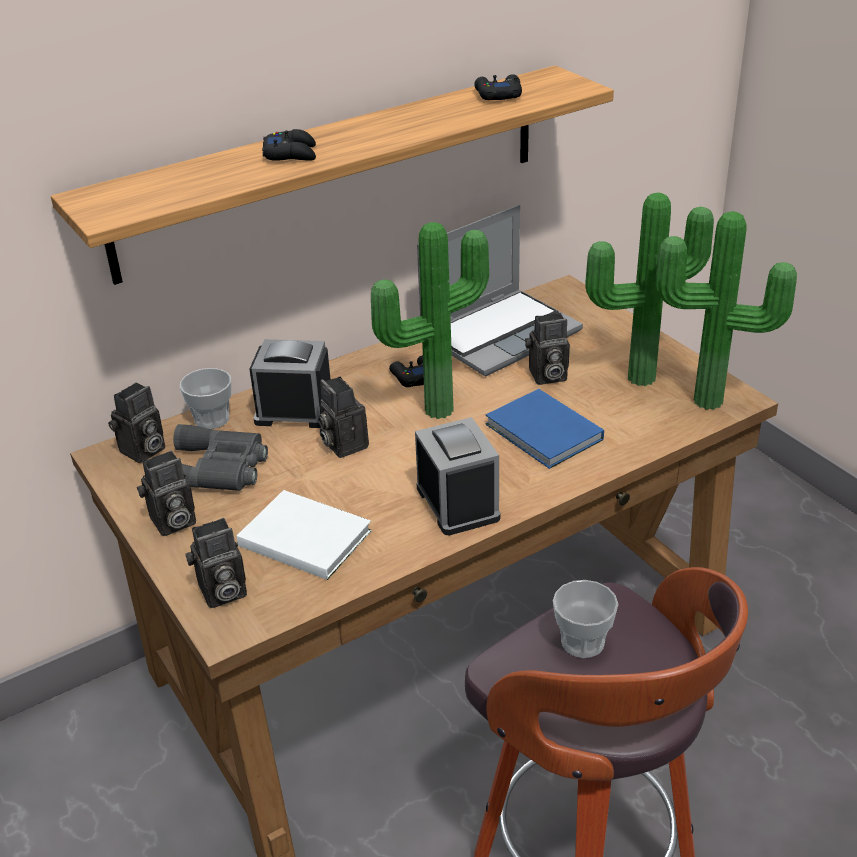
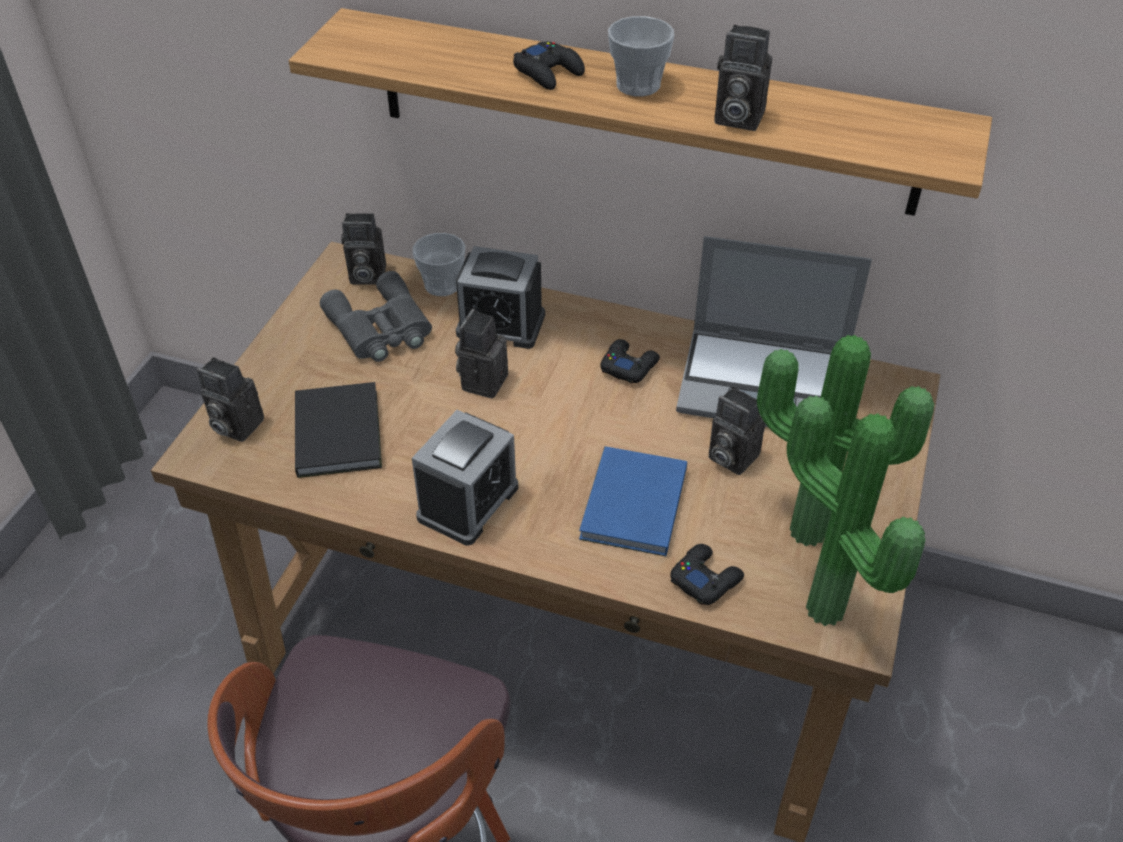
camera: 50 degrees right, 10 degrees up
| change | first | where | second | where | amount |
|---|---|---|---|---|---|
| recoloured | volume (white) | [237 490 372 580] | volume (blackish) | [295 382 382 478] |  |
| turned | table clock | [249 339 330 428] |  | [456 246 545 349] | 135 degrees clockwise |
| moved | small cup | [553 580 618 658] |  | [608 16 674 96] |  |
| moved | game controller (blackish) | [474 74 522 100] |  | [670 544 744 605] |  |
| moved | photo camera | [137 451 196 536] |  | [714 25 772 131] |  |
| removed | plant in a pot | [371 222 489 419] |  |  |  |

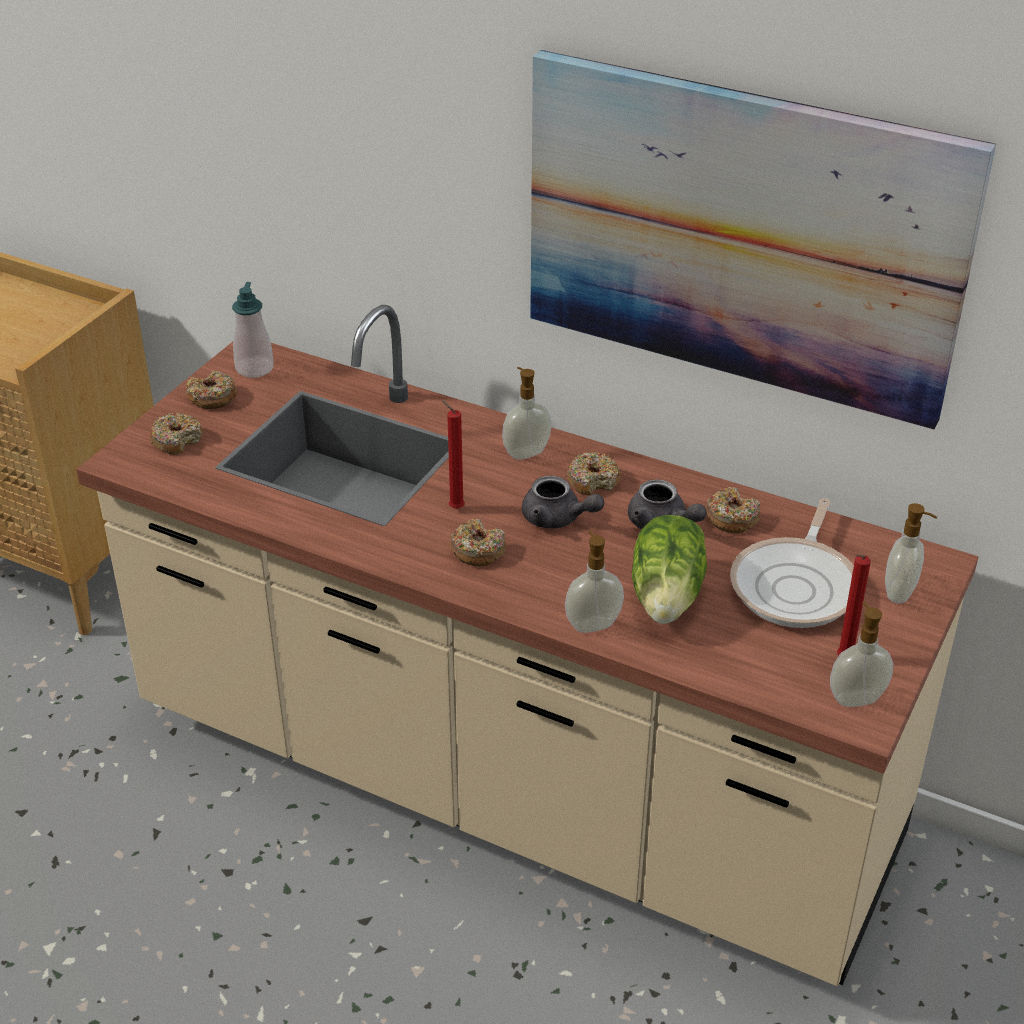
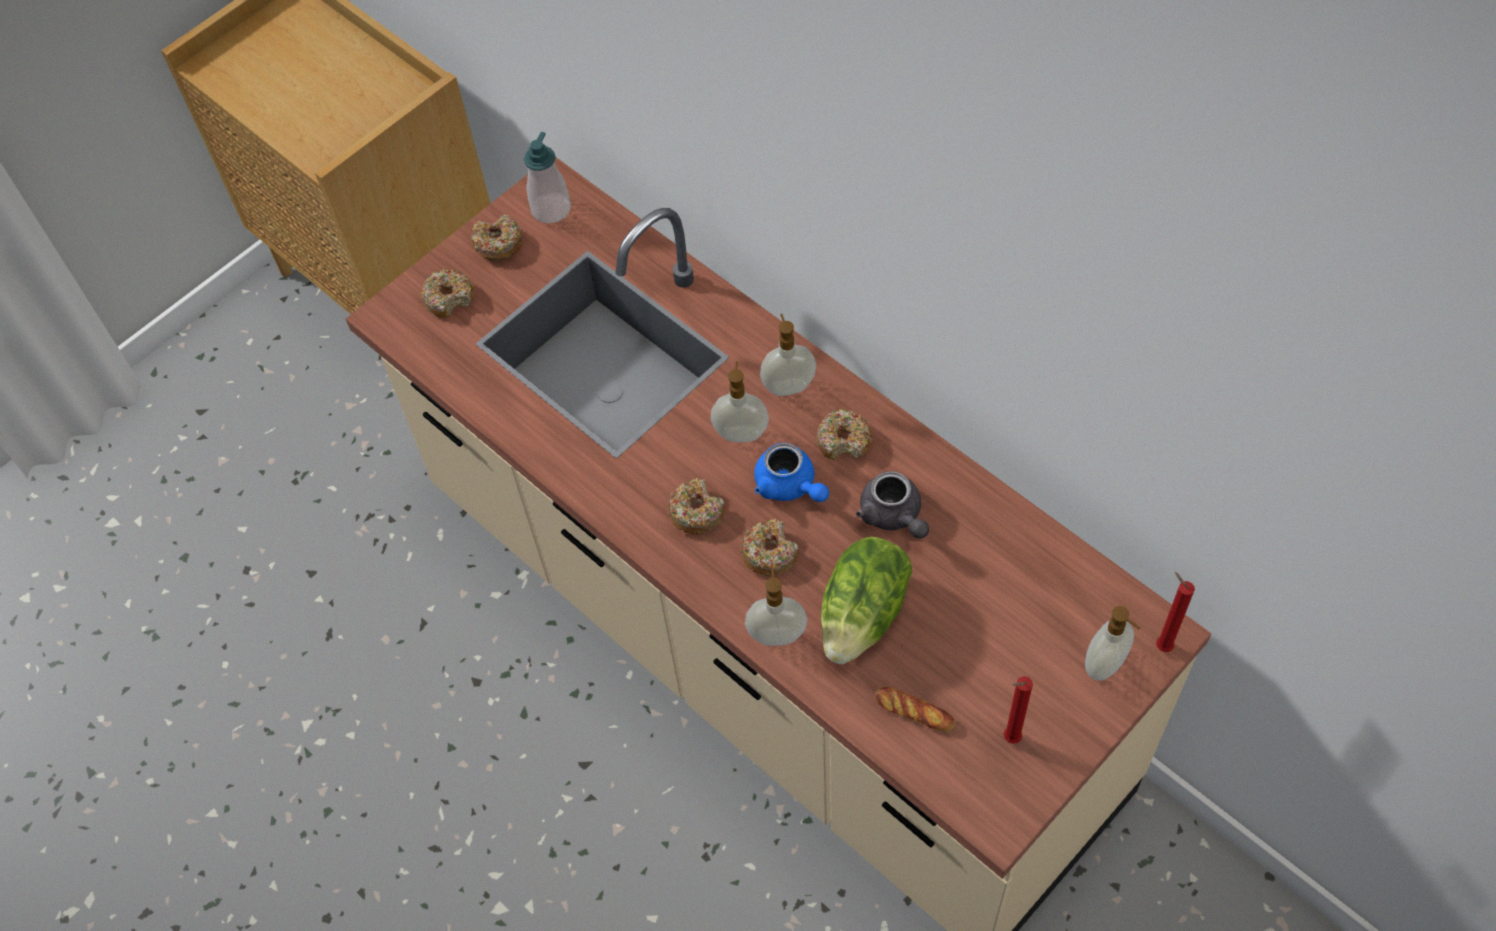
camera: 20 degrees right, 20 degrees up
| change | first | where | second | where | amount |
|---|---|---|---|---|---|
| moved | liquid soap bottle | [830 602 893 707] |  | [711 361 769 442] |  |
| moved | donut | [705 487 760 533] |  | [740 519 799 577] |  |
| recoloured | tea pot (greyish) | [522 476 604 529] | tea pot (blue) | [754 443 829 502] |  |
| added |  |  | baked bread | [875 687 955 732] |  |
| moved | wax light (red-coloured) | [441 399 465 509] |  | [1156 572 1195 652] |  |
| removed | wall picture | [530 50 996 429] |  |  |  |
| removed | skillet | [730 498 854 628] |  |  |  |

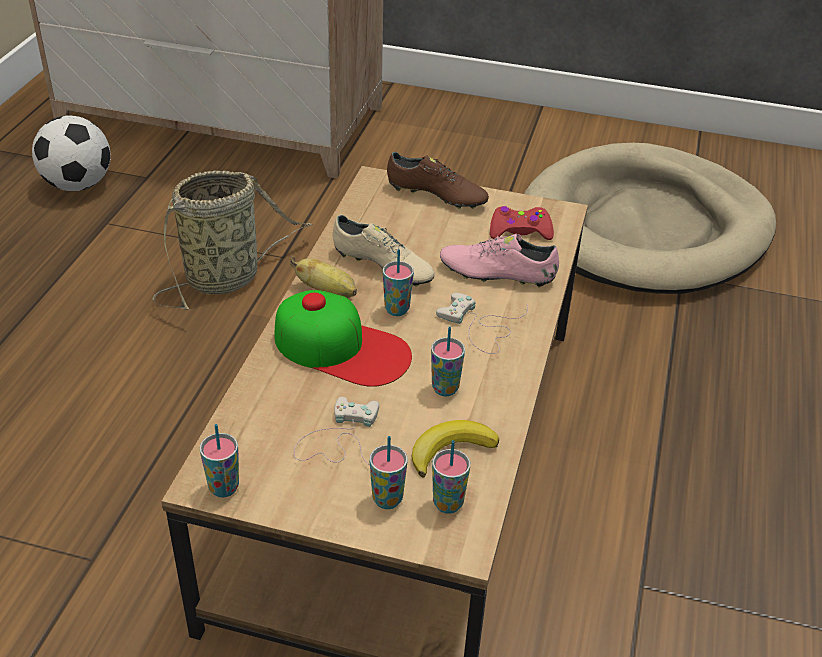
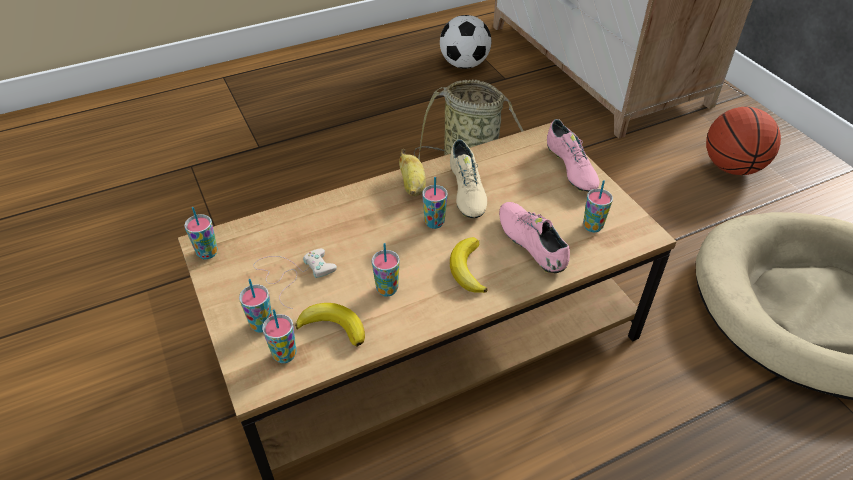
camera: 50 degrees right, 5 degrees up
| change | first | where | second | where | amount |
|---|---|---|---|---|---|
| replaced | game controller (white) | [436 293 528 354] | banana | [450 237 488 293] |  |
| recoloured | low shoe (brown-coloured) | [387 152 489 209] | low shoe (pink-coloured) | [547 119 599 192] |  |
| replaced | game controller (red-coloured) | [490 206 554 240] | small cup | [583 180 613 232] |  |
| added |  |  | basketball ball | [706 107 781 175] |  |
| removed | cap | [275 290 412 387] |  |  |  |

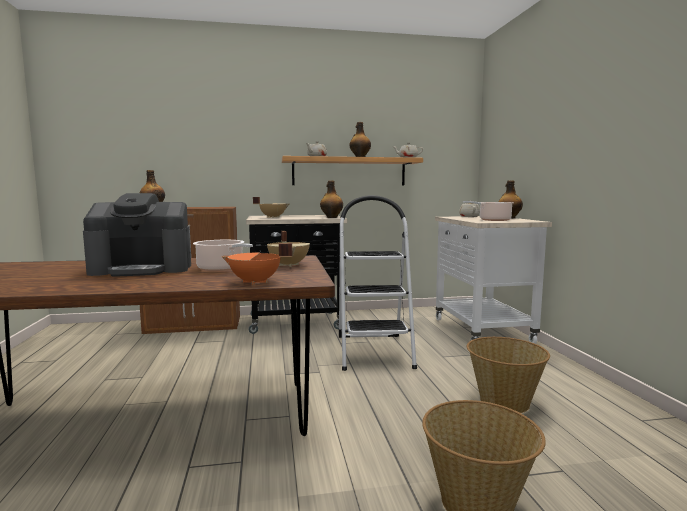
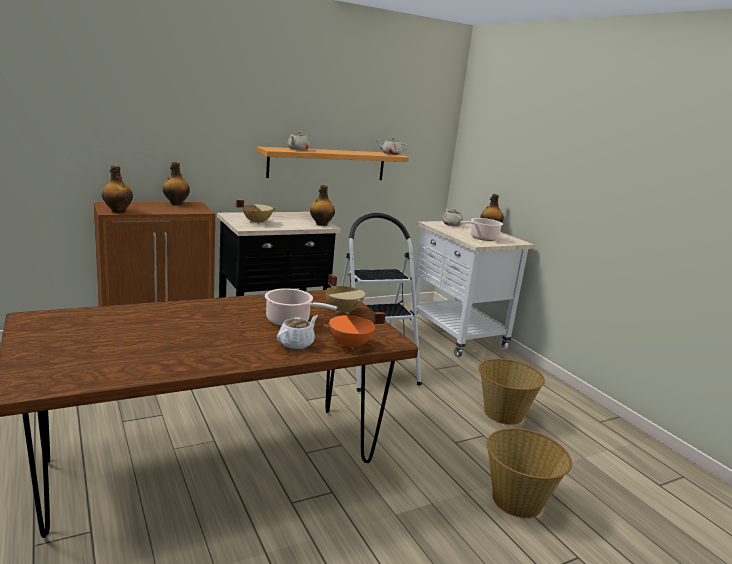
camera: 20 degrees left, 10 degrees up
| change | first | where | second | where | amount |
|---|---|---|---|---|---|
| moved | bottle | [349 122 371 157] |  | [162 162 190 205] |  |
| added |  |  | tea pot (white) | [277 315 318 349] |  |
| removed | coffee machine | [83 193 191 277] |  |  |  |

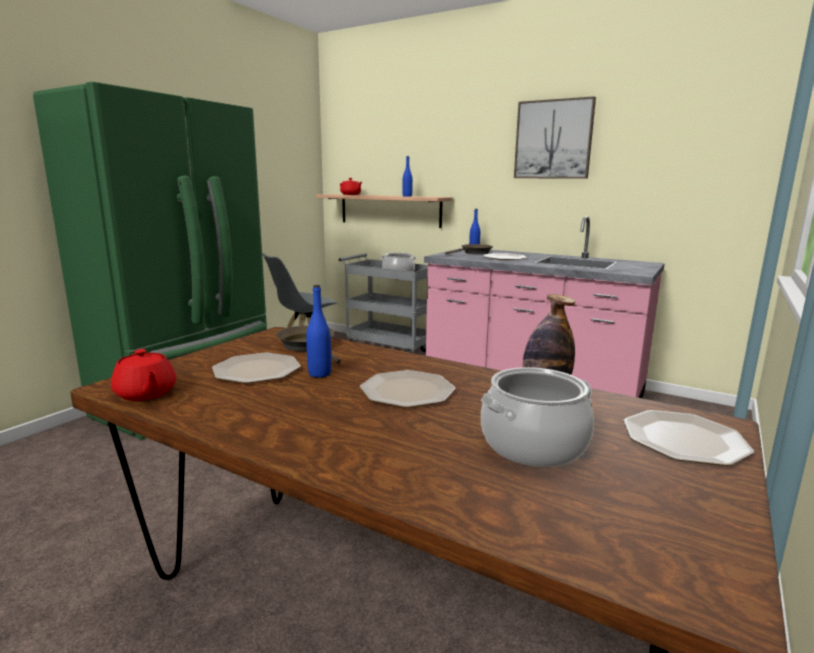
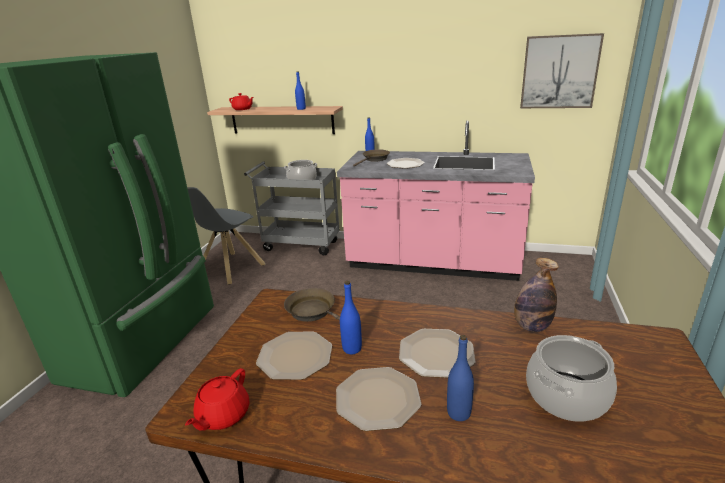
camera: 15 degrees left, 10 degrees up
| change | first | where | second | where | amount |
|---|---|---|---|---|---|
| turned | tea pot (red-coloured) | [111 349 176 401] |  | [185 368 249 431] | 75 degrees clockwise |
| moved | plate | [623 410 754 466] |  | [336 367 421 431] |  |
| added |  |  | bottle (blue) | [447 335 474 421] |  |
| moved | wall picture | [514 96 596 179] |  | [520 33 604 108] |  |

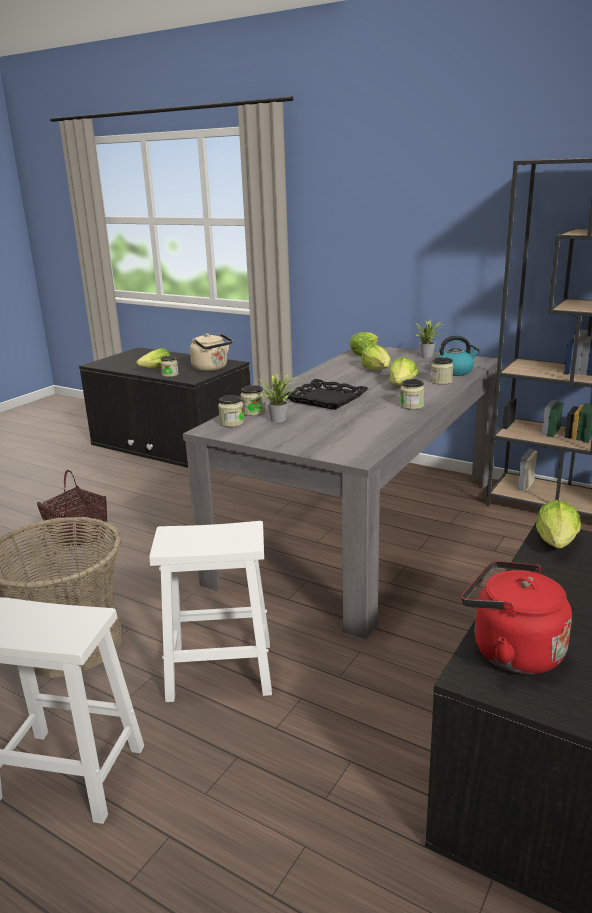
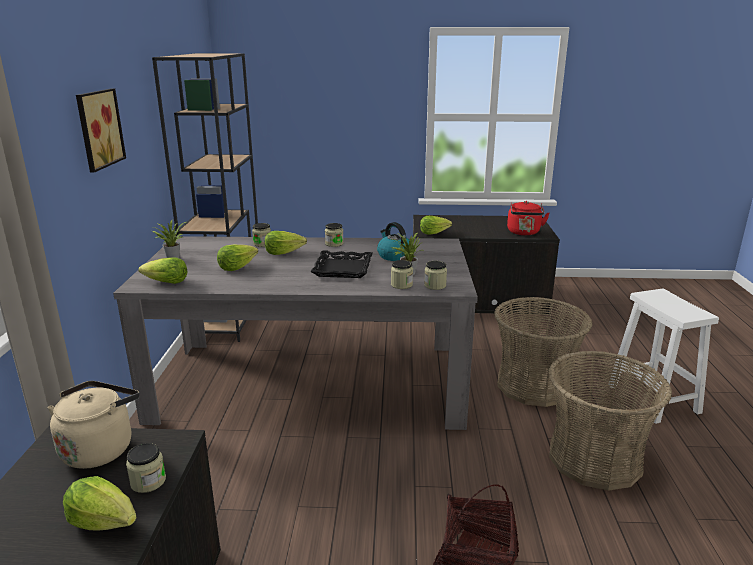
camera: 120 degrees left, 0 degrees up
| change | first | where | second | where | amount |
|---|---|---|---|---|---|
| added |  |  | wall picture | [76 88 126 172] |  |
| moved | tea kettle | [437 335 480 376] |  | [377 222 409 261] |  |
| replaced | stool (white) | [149 521 272 702] | household basket | [494 297 592 407] |  |

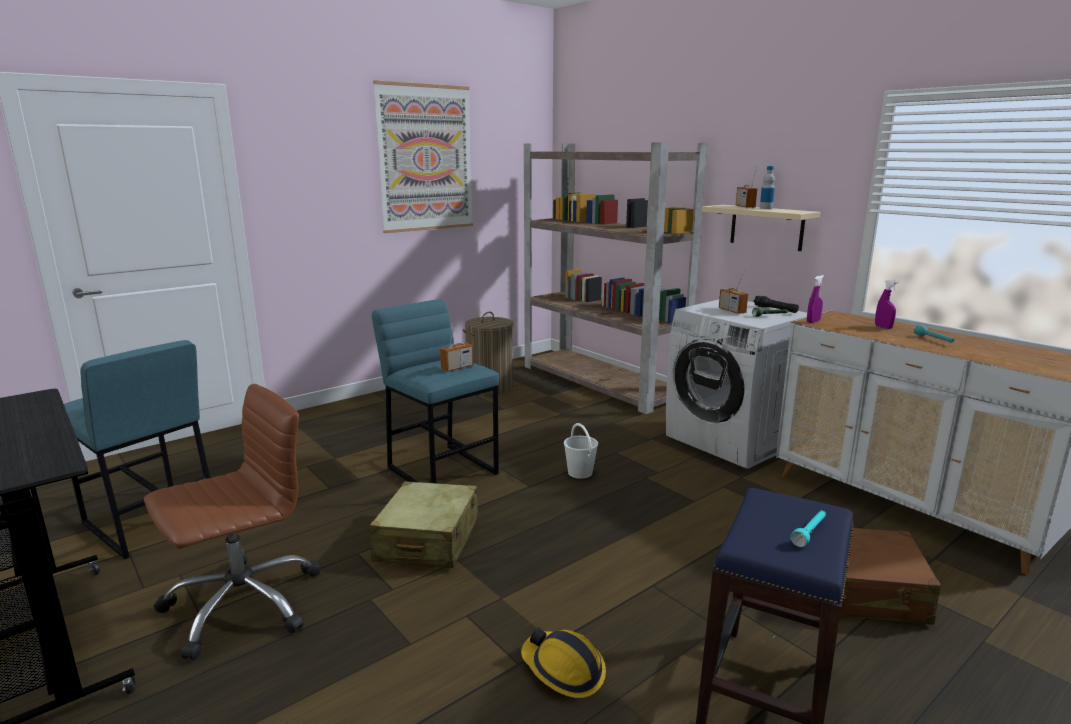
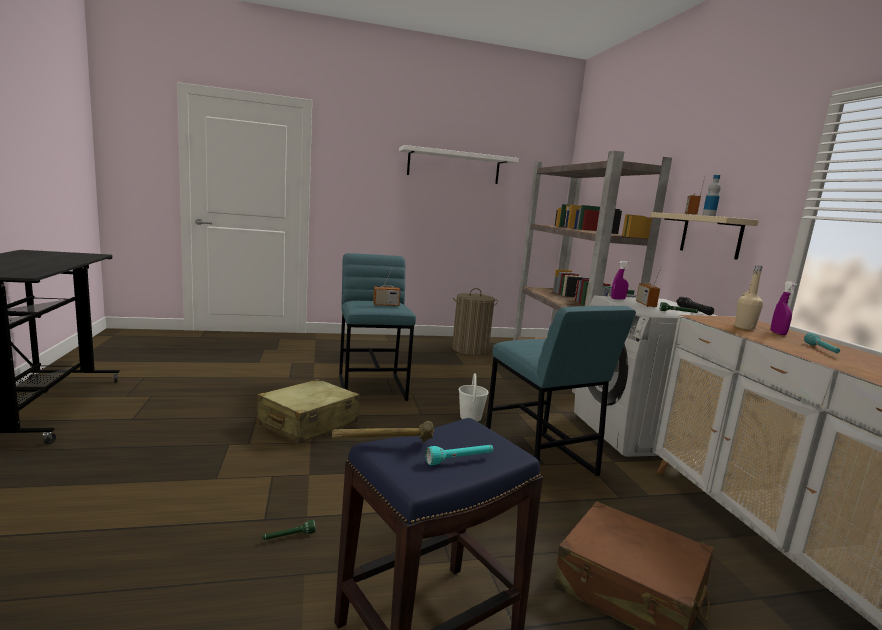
camera: 25 degrees right, 5 degrees down
| change | first | where | second | where | amount |
|---|---|---|---|---|---|
| replaced | hard hat | [521 627 606 698] | flashlight (greenish) | [263 520 316 540] |  |
| added |  |  | hammer | [332 421 434 442] |  |
| replaced | wall picture | [373 81 473 233] | wall shelf (white) | [399 145 519 184] |  |
| moved | stool (blue) | [64 340 210 559] |  | [486 306 636 476] |  |
| moved | hand sprayer (purple) | [807 275 824 323] |  | [611 261 631 300] |  |
| added |  |  | bottle (sand-coloured) | [735 265 763 330] |  |
| removed | office chair (brown-coloured) | [144 384 321 660] |  |  |  |

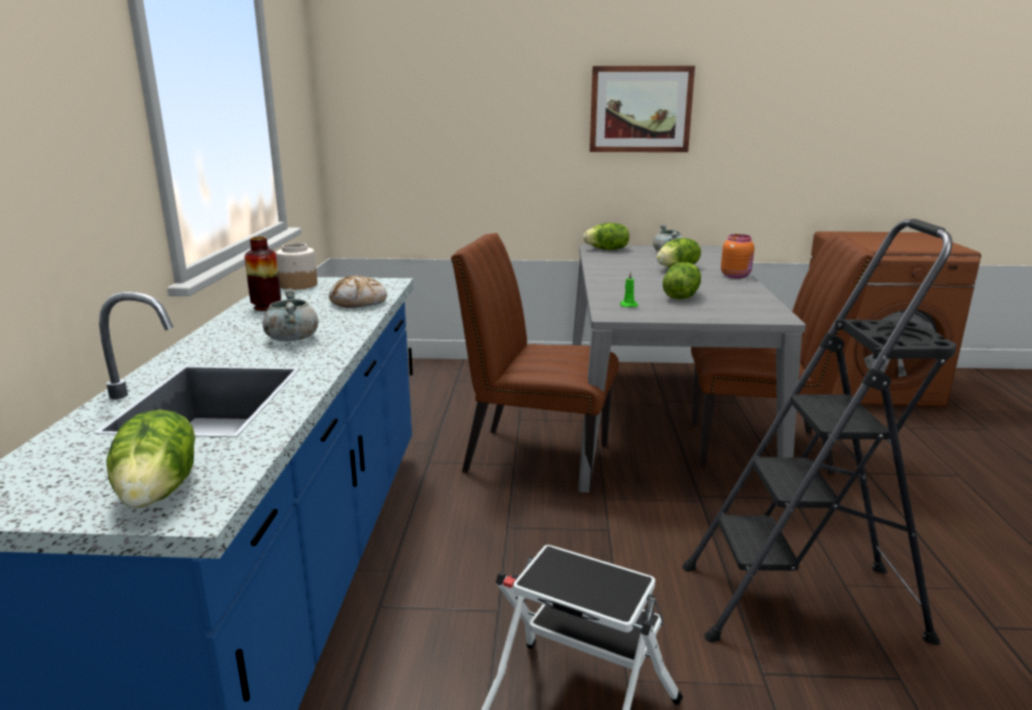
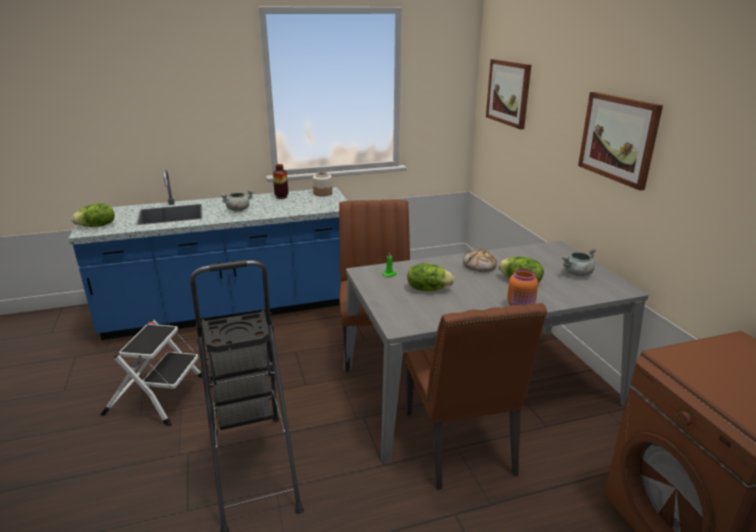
camera: 70 degrees right, 5 degrees up
| change | first | where | second | where | amount |
|---|---|---|---|---|---|
| moved | baked bread | [329 275 387 308] |  | [463 249 497 272] |  |
| added |  |  | wall picture | [486 59 531 129] |  |
| removed | lettuce head | [583 223 629 250] |  |  |  |

